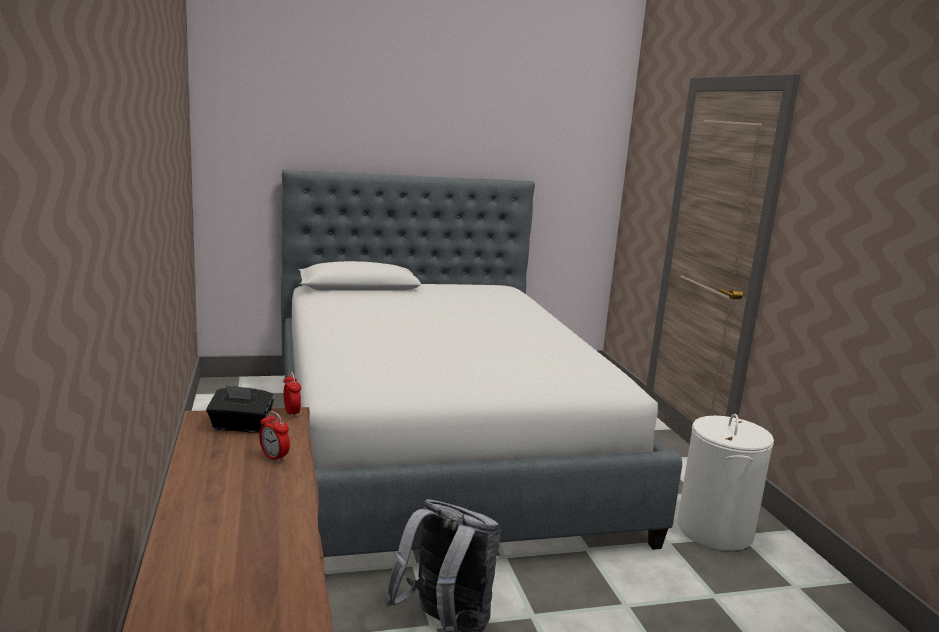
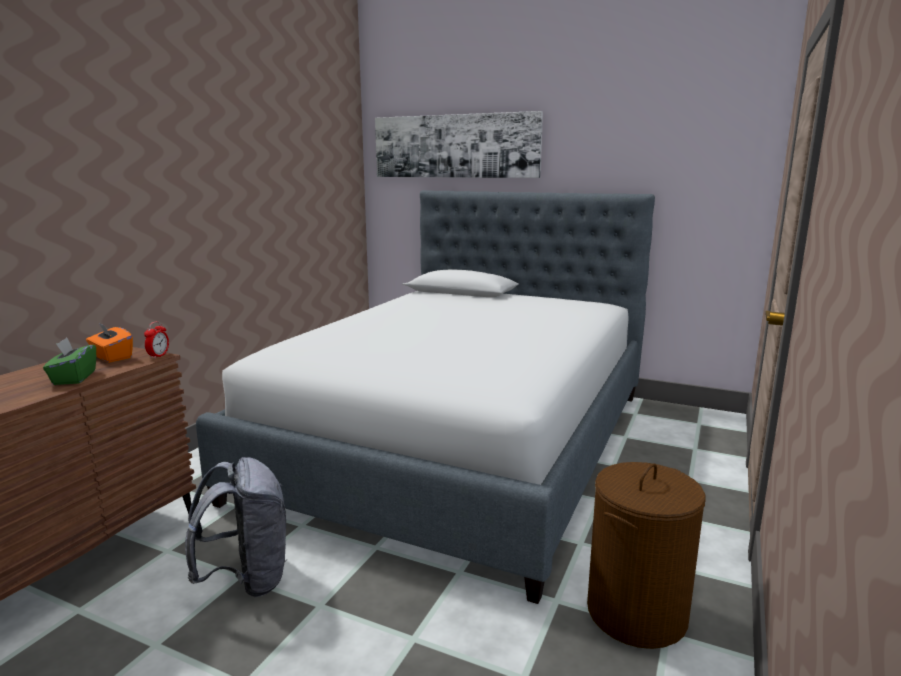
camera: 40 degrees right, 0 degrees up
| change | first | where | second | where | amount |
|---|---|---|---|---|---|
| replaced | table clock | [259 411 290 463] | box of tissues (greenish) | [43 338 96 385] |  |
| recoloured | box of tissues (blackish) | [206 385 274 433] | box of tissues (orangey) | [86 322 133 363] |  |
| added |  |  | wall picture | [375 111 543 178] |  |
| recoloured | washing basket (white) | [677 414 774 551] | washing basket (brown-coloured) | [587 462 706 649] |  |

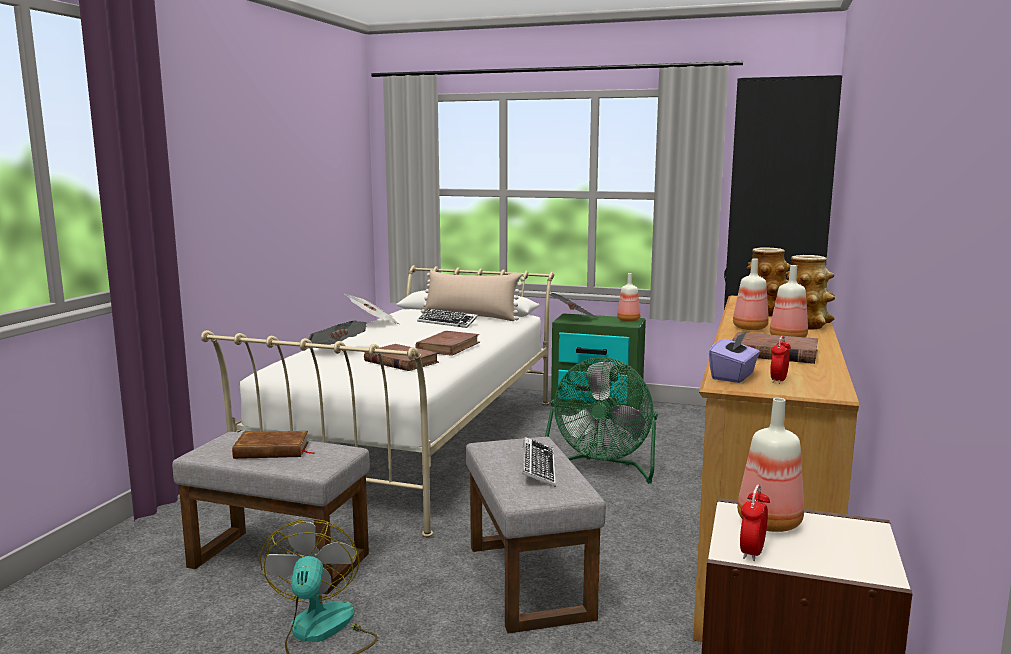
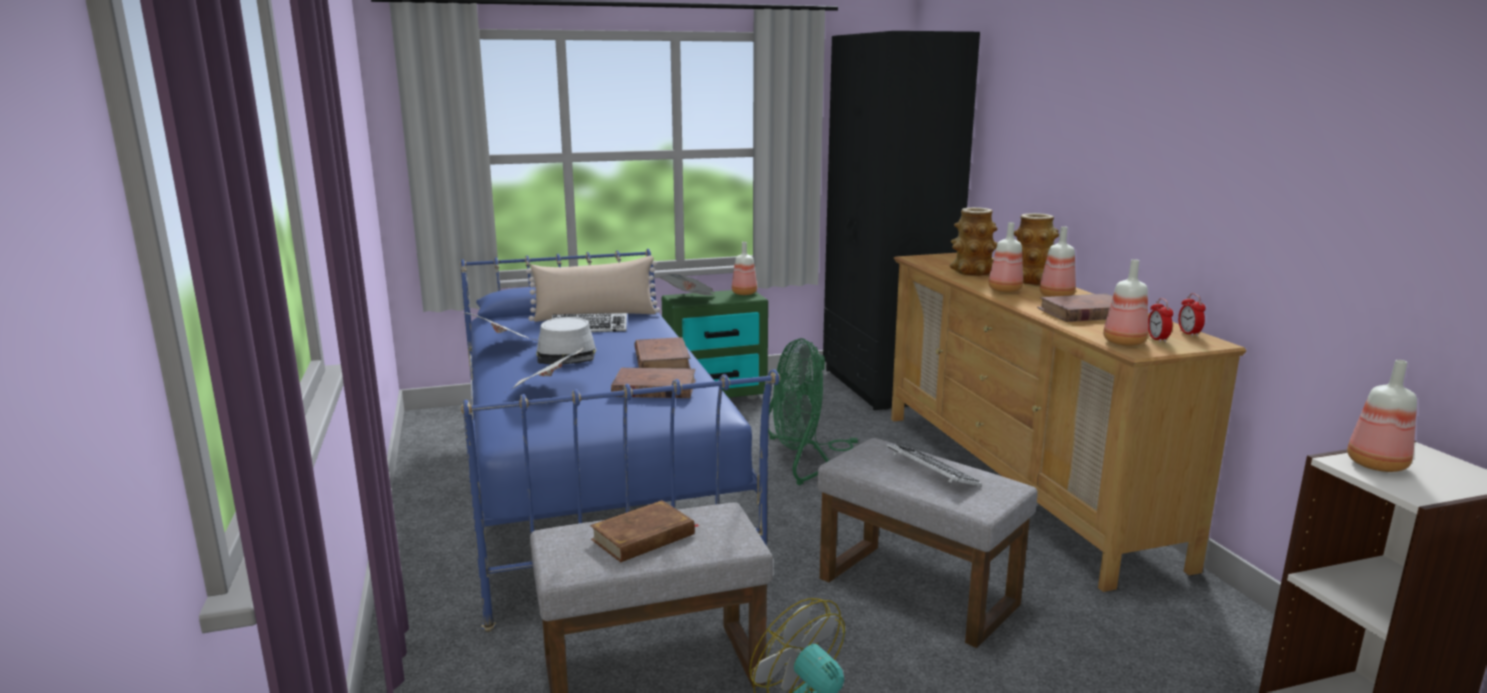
camera: 35 degrees left, 5 degrees up
| change | first | where | second | where | amount |
|---|---|---|---|---|---|
| recoloured | bed (white) | [201 265 554 538] | bed (blue) | [460 249 780 631] |  |
| added |  |  | wearable hat (greyish) | [536 317 596 364] |  |
| turned | cooling fan (greenish) | [545 357 658 484] |  | [768 338 860 485] | 90 degrees clockwise |
| replaced | box of tissues (purple) | [709 332 760 383] | bottle | [1103 259 1148 346] |  |
| moved | table clock | [740 485 770 561] |  | [1178 293 1206 337] |  |

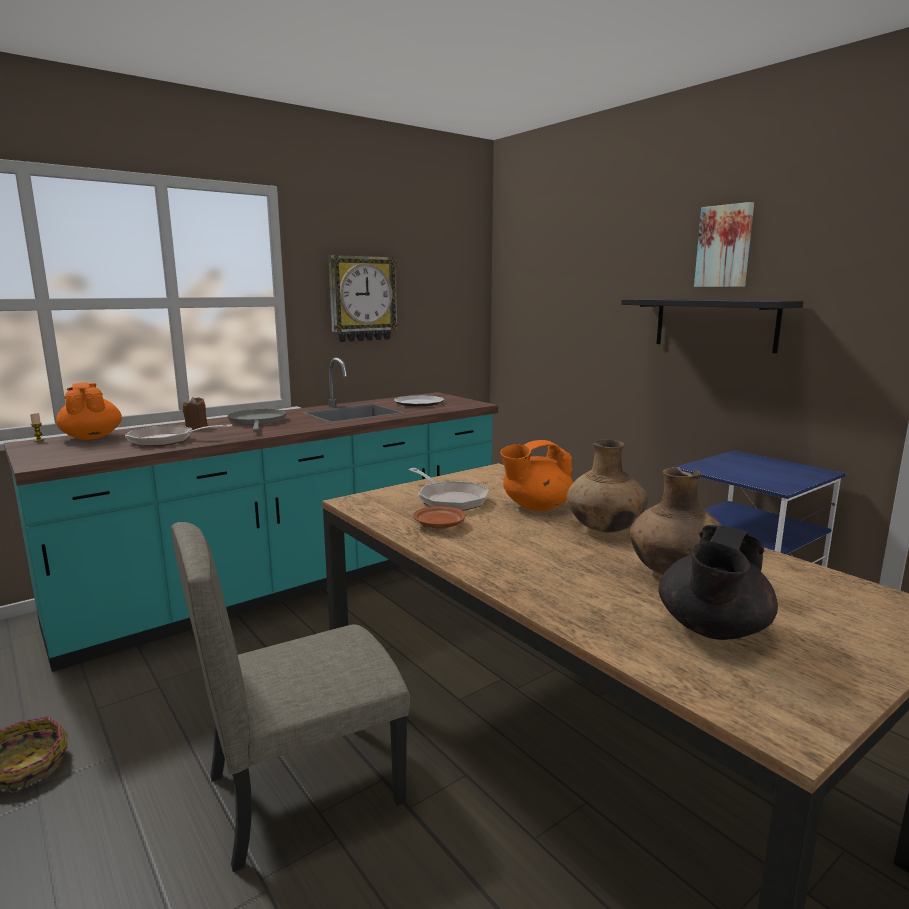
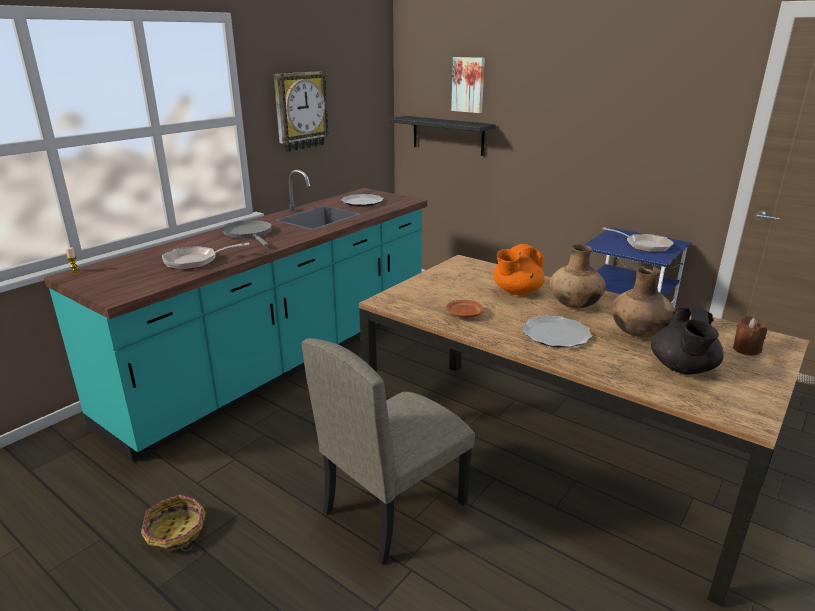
camera: 15 degrees left, 10 degrees up
| change | first | where | second | where | amount |
|---|---|---|---|---|---|
| moved | wall shelf (blackish) | [621 299 804 353] |  | [389 116 496 156] |  |
| moved | wall picture | [694 202 754 287] |  | [451 57 485 113] |  |
| added |  |  | plate | [522 316 592 348] |  |
| moved | skillet | [408 468 489 511] |  | [602 227 674 252] |  |
| moved | wax light (brown-coloured) | [183 397 208 429] |  | [733 315 767 355] |  |
| removed | tea pot (orangey) | [56 382 122 440] |  |  |  |

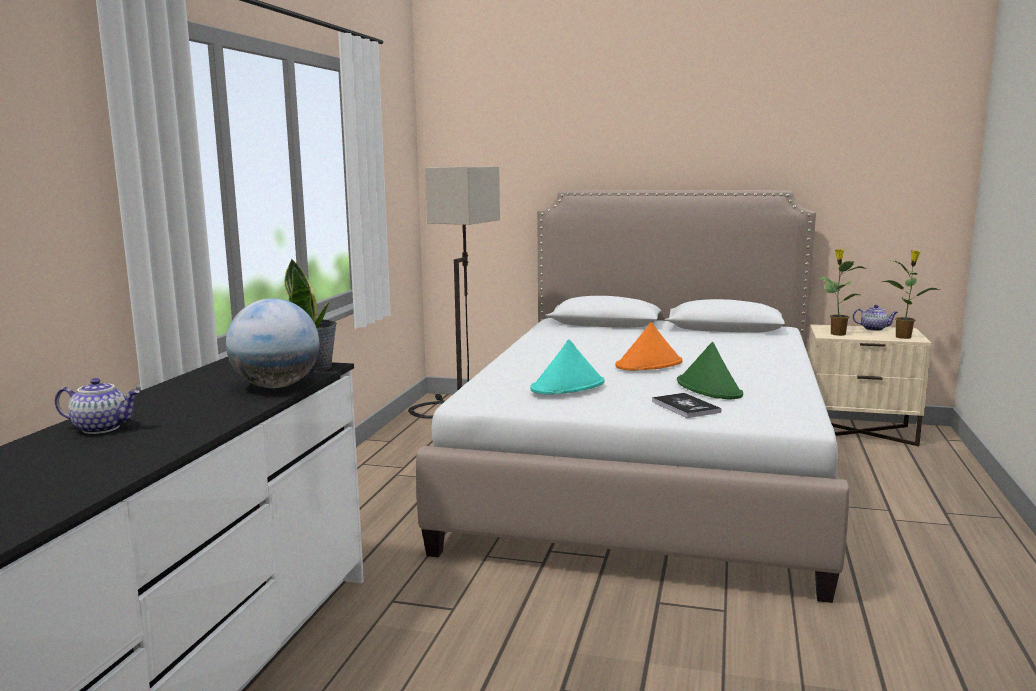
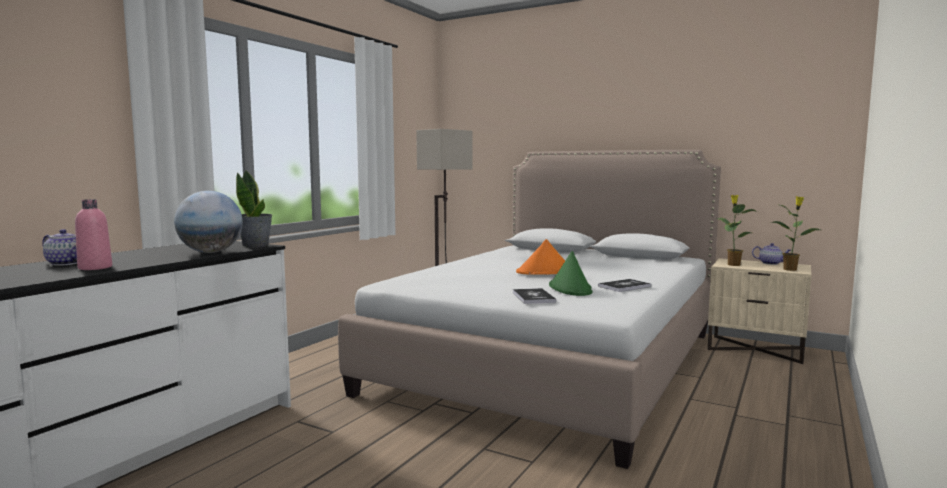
camera: 15 degrees right, 5 degrees down
| change | first | where | second | where | amount |
|---|---|---|---|---|---|
| added |  |  | bottle (pink-coloured) | [75 199 112 270] |  |
| added |  |  | volume | [598 279 651 292] |  |
| removed | wearable hat (blue-green) | [530 339 604 394] |  |  |  |

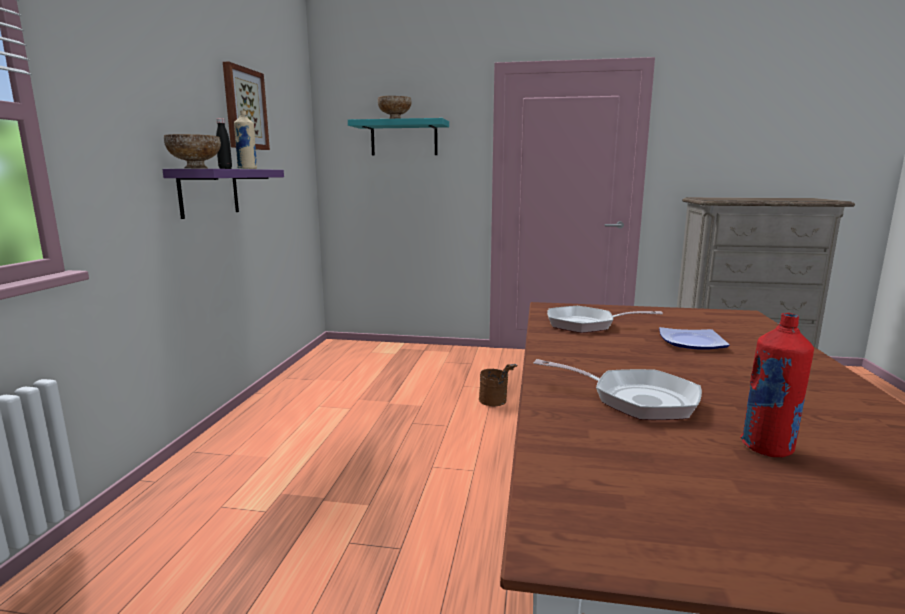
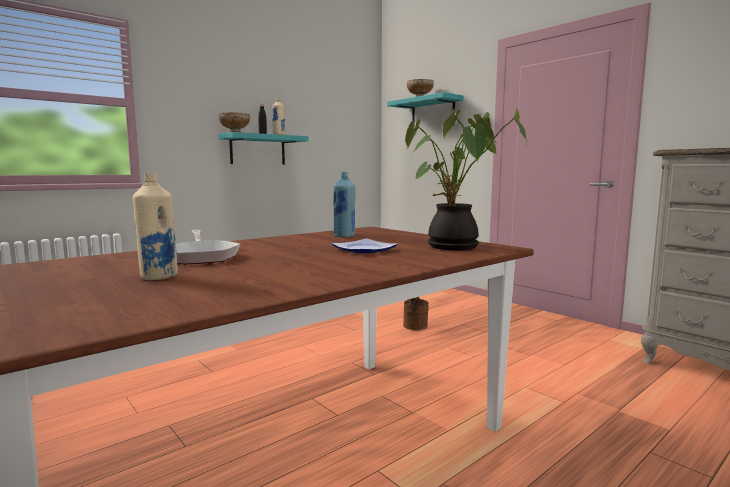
camera: 40 degrees right, 5 degrees down
| change | first | where | second | where | amount |
|---|---|---|---|---|---|
| recoloured | bottle (red-coloured) | [741 313 814 458] | bottle (sand-coloured) | [133 173 178 280] |  |
| recoloured | wall shelf (purple) | [162 169 284 219] | wall shelf (blue-green) | [219 132 309 165] |  |
| replaced | skillet | [547 306 663 333] | bottle (blue) | [333 172 355 237] |  |
| added |  |  | plant in a pot | [405 108 527 250] |  |
| removed | wall picture | [223 62 270 150] |  |  |  |

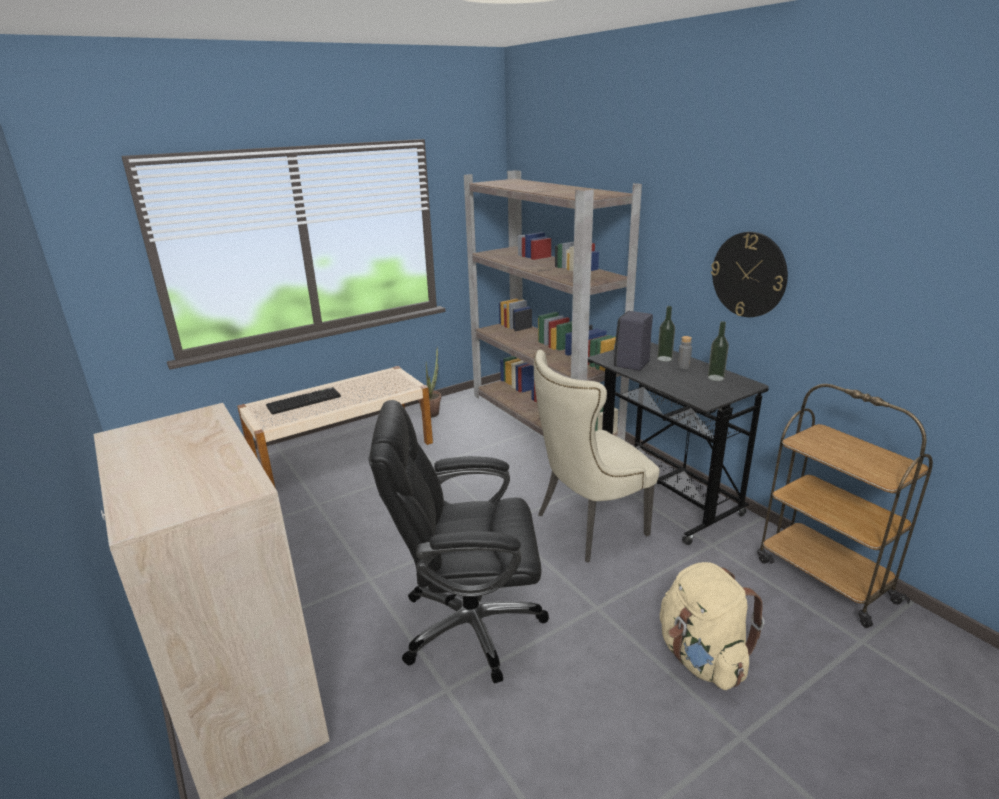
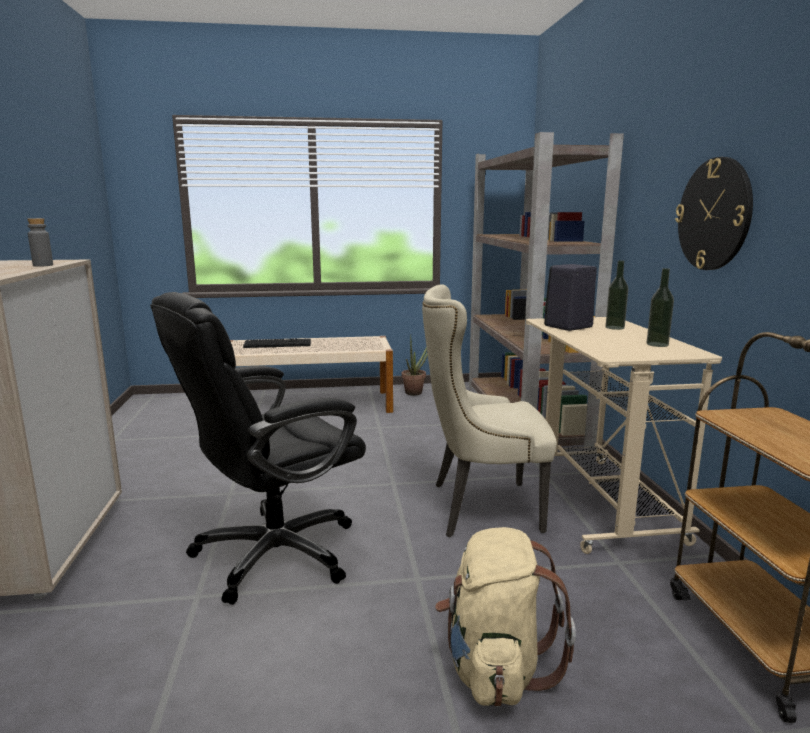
camera: 25 degrees right, 10 degrees down
| change | first | where | second | where | amount |
|---|---|---|---|---|---|
| moved | bottle (greyish) | [678 336 692 369] |  | [28 218 53 267] |  |
| turned | office chair (blackish) | [368 400 549 684] |  | [150 292 366 605] | 60 degrees counterclockwise |
| recoloured | desk table (blackish) | [588 342 769 545] | desk table (sand-coloured) | [523 317 722 554] |  |

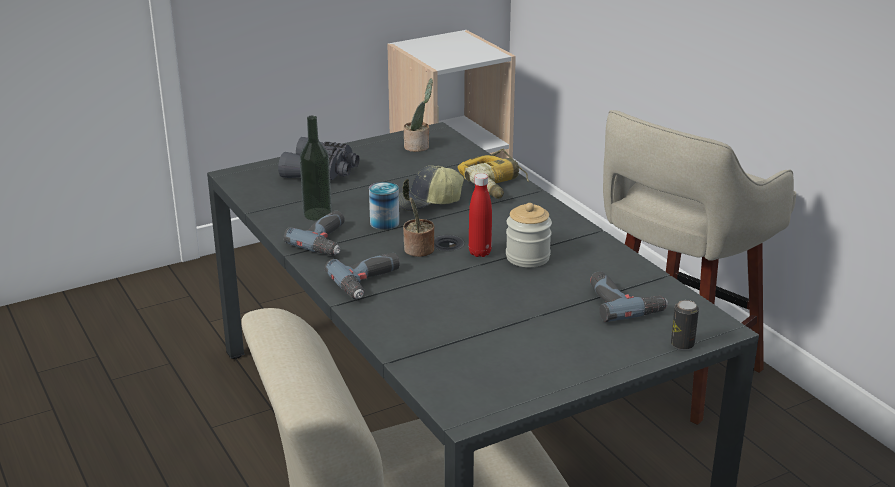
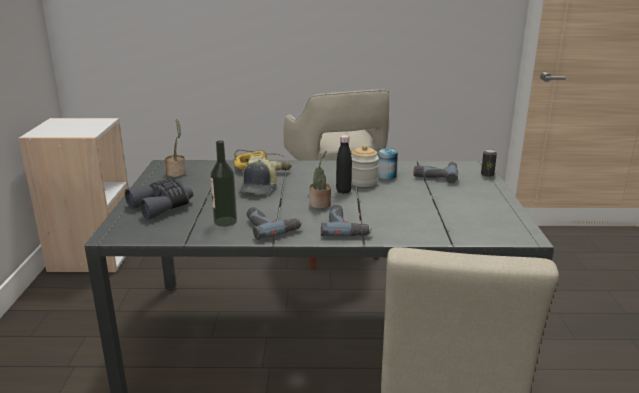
camera: 60 degrees left, 5 degrees down
| change | first | where | second | where | amount |
|---|---|---|---|---|---|
| recoloured | bottle (red-coloured) | [469 173 492 257] | bottle (blackish) | [336 135 352 193] |  |
| moved | sealed can | [369 182 399 230] |  | [378 148 398 179] |  |

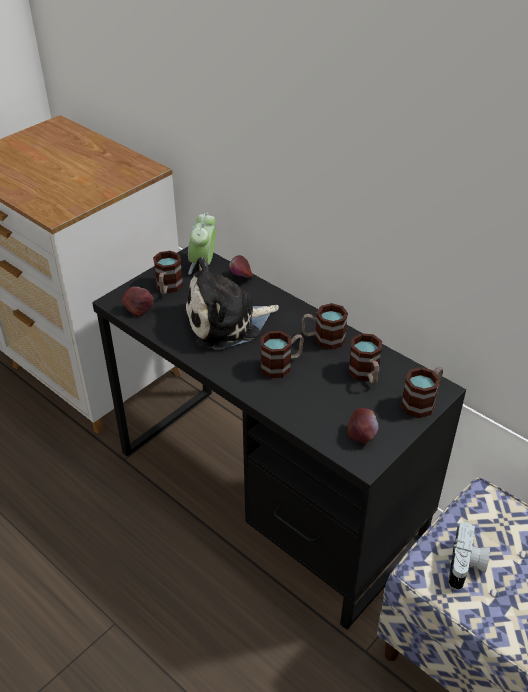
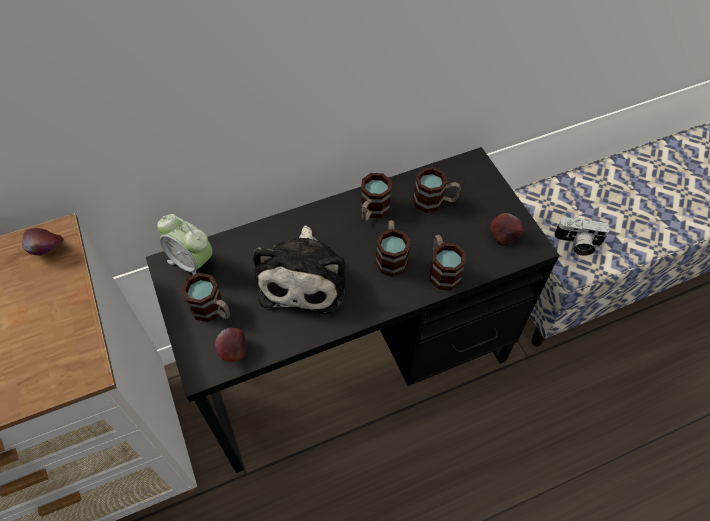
camera: 65 degrees left, 15 degrees up
| change | first | where | second | where | amount |
|---|---|---|---|---|---|
| moved | whole apple | [229 255 253 278] |  | [22 228 64 255] |  |
| moved | mug | [401 367 443 418] |  | [430 235 466 291] |  |
| turned | photo camera | [449 522 490 590] |  | [554 217 610 256] | 150 degrees clockwise |

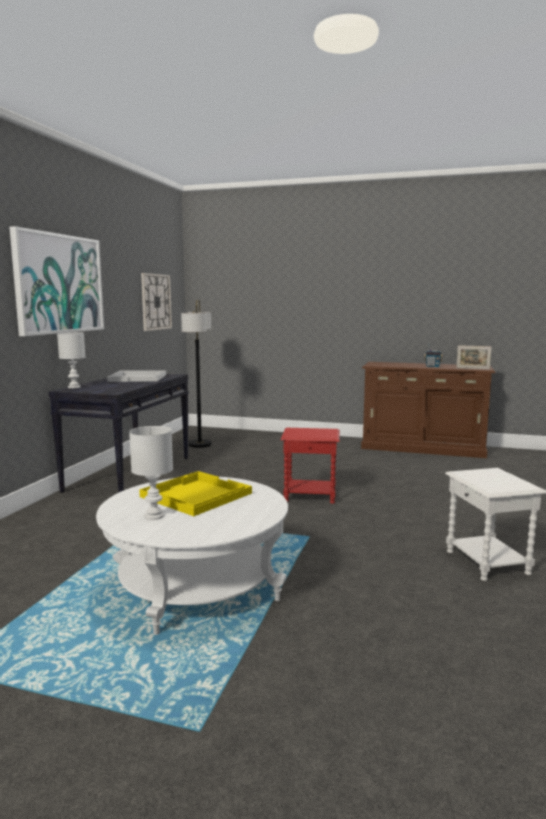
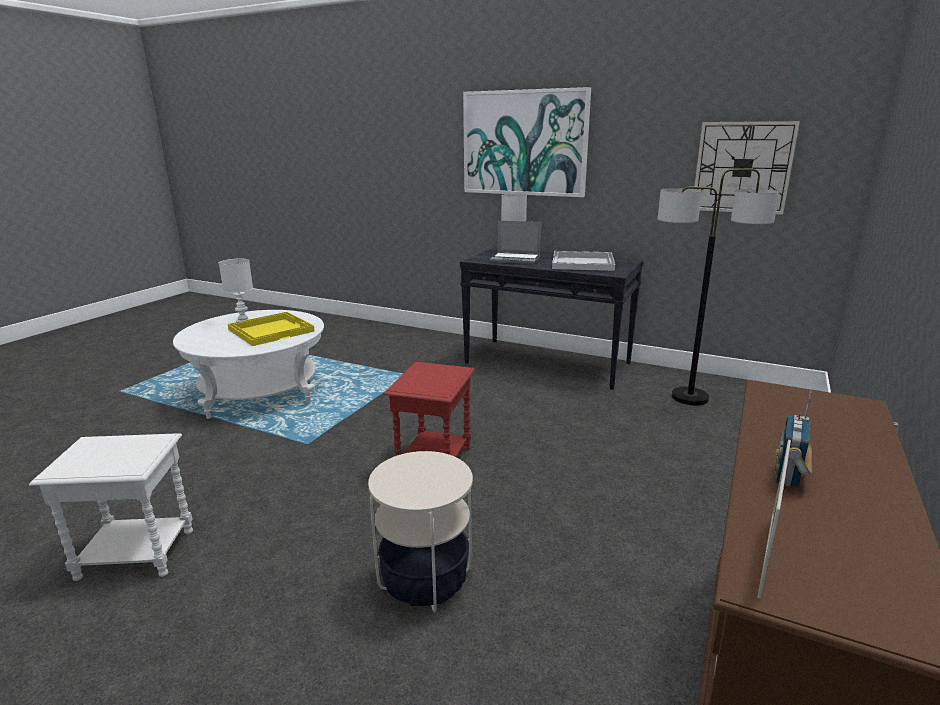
camera: 100 degrees right, 10 degrees up
| change | first | where | second | where | amount |
|---|---|---|---|---|---|
| added |  |  | side table (sand-coloured) | [368 451 473 612] |  |
| added |  |  | portable computer | [490 220 541 265] |  |

